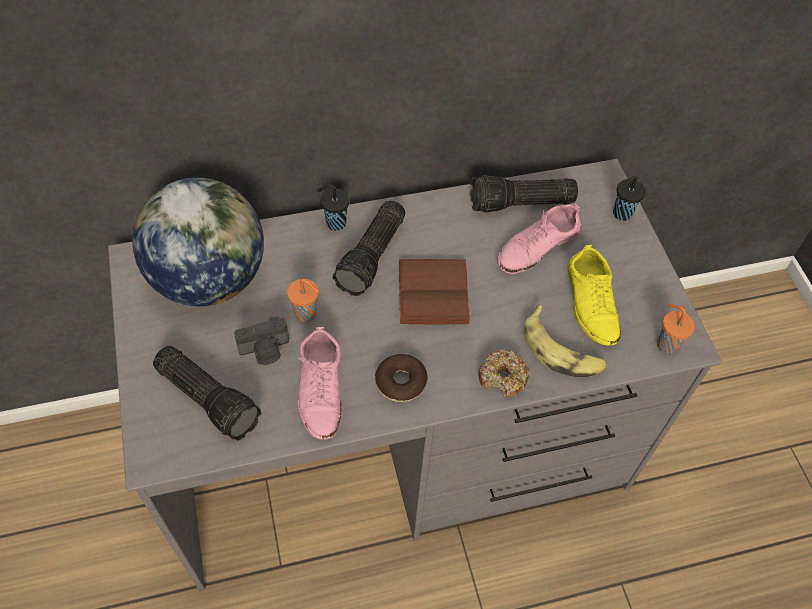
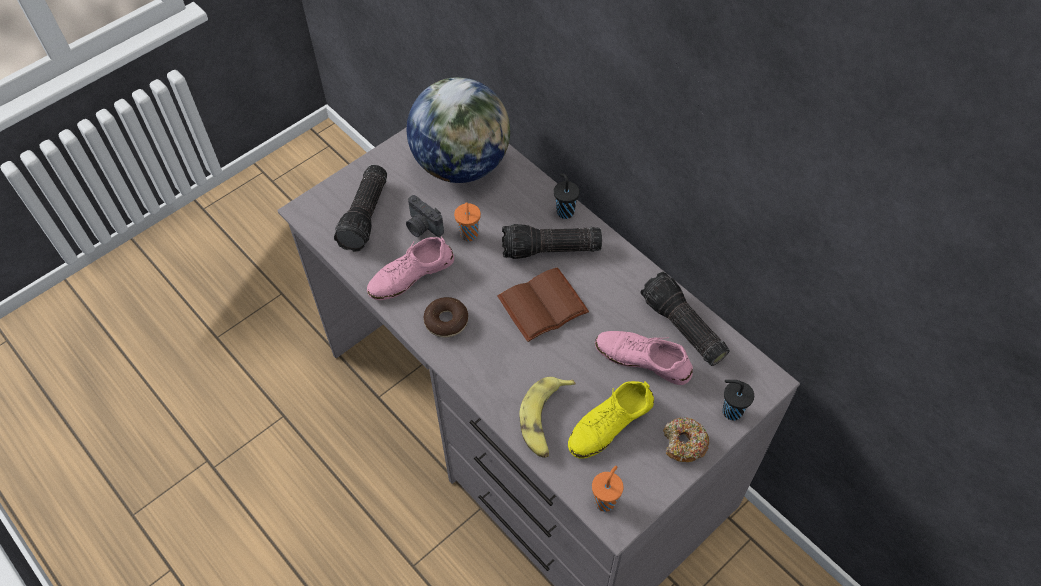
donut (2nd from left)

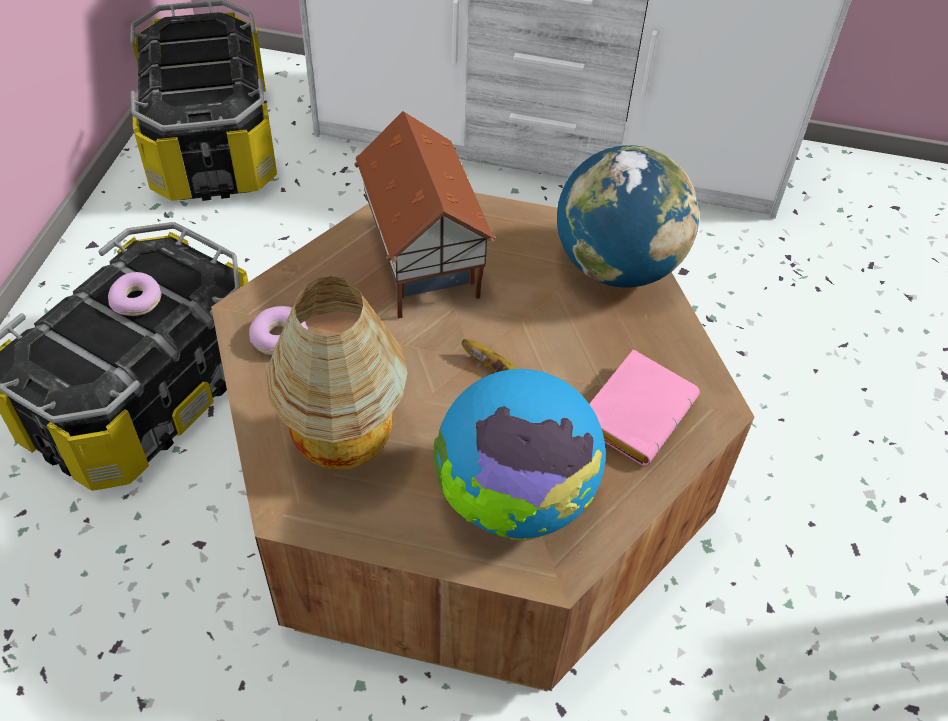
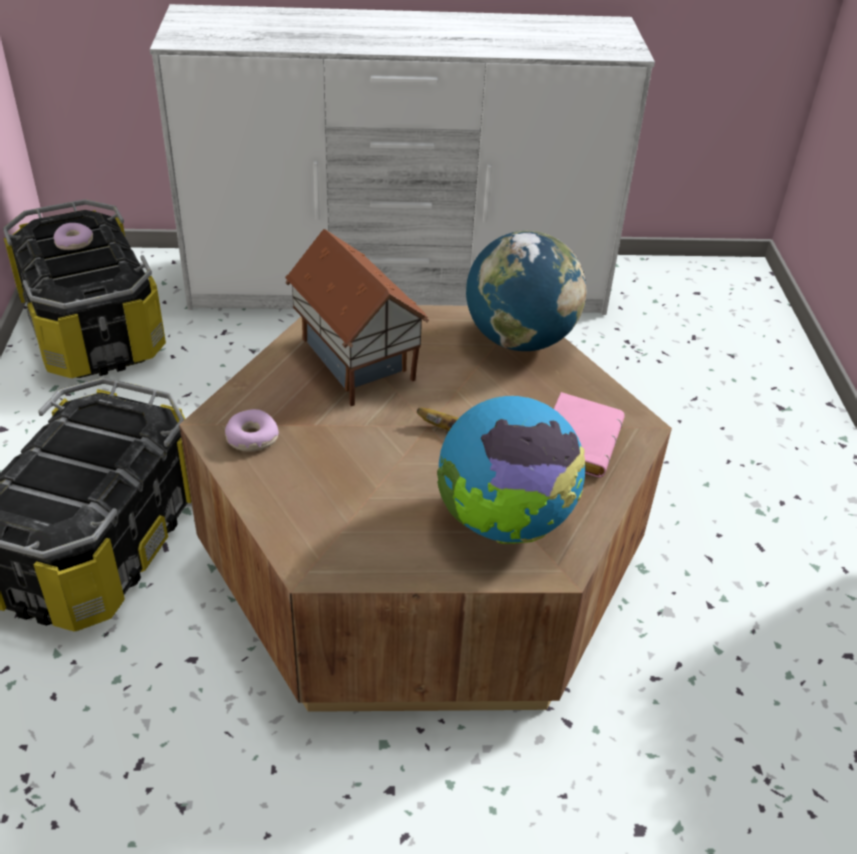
donut (1st from left)
table lamp

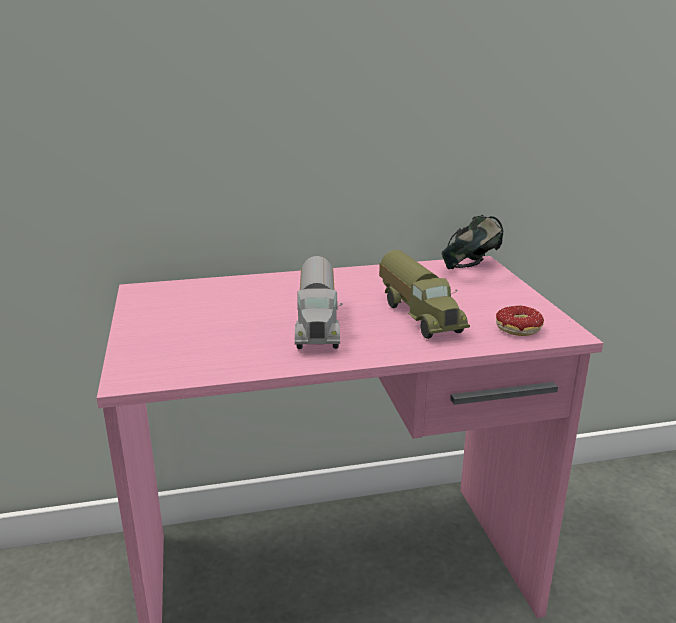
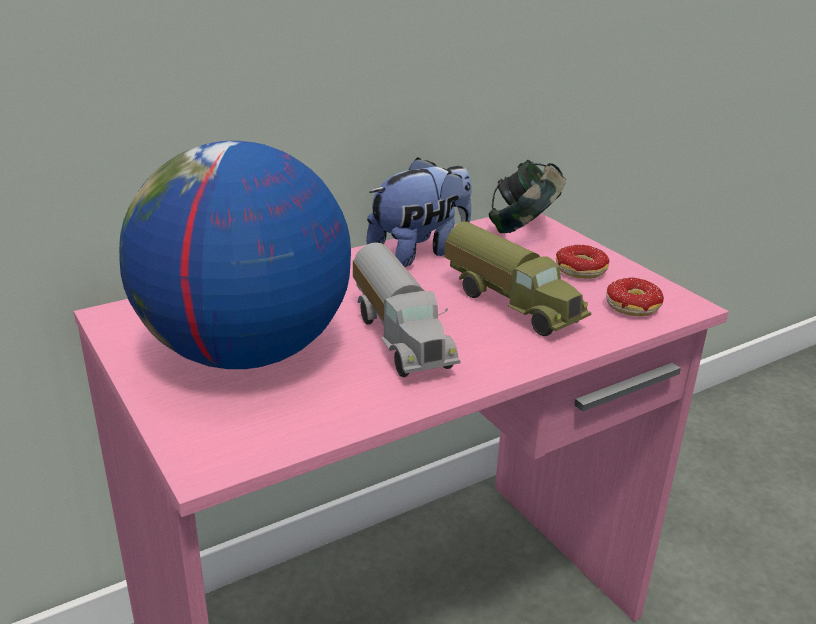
globe
plush toy
donut (1st from left)

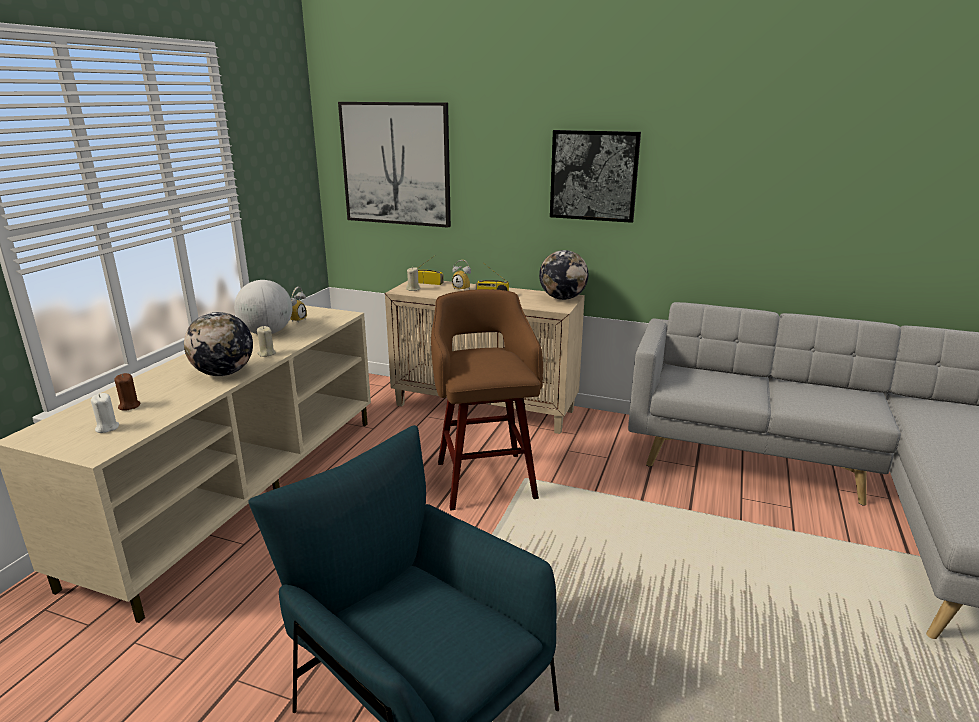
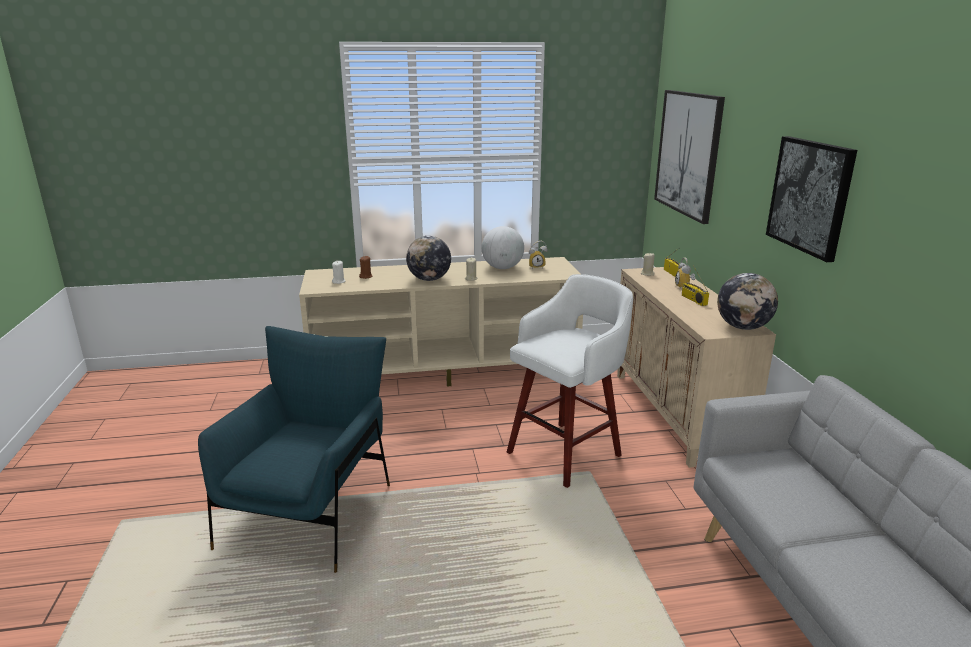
white stool

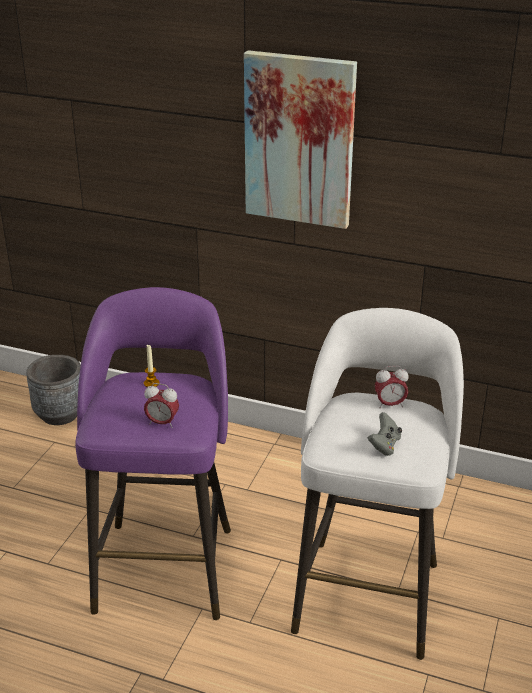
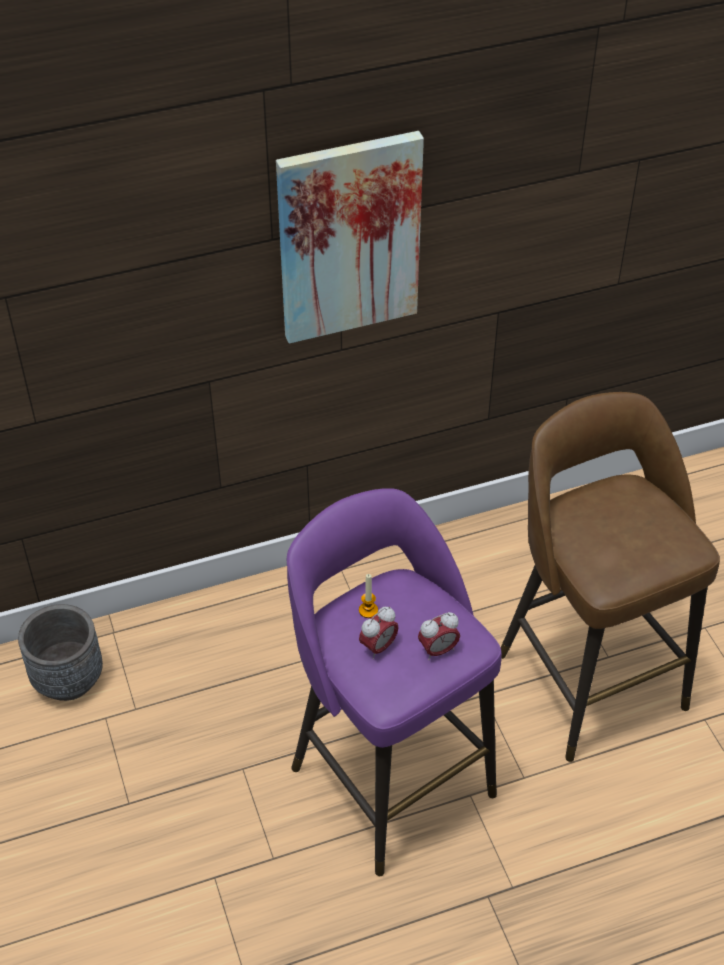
brown stool
grey game controller
alarm clock (1st from left)

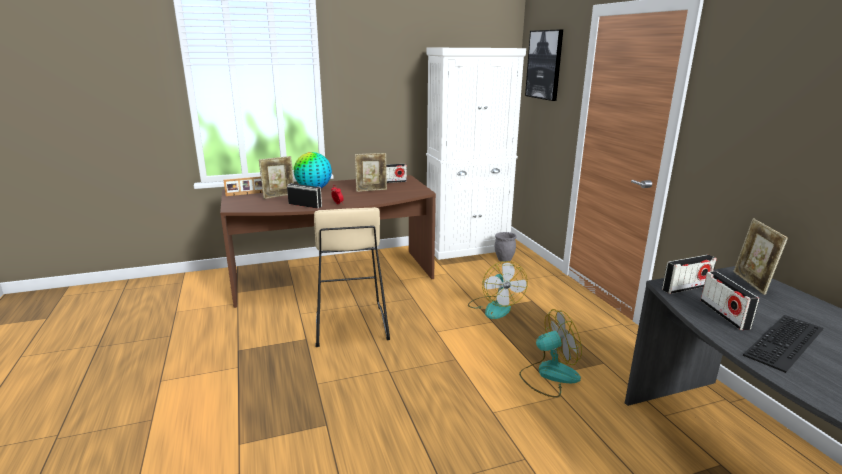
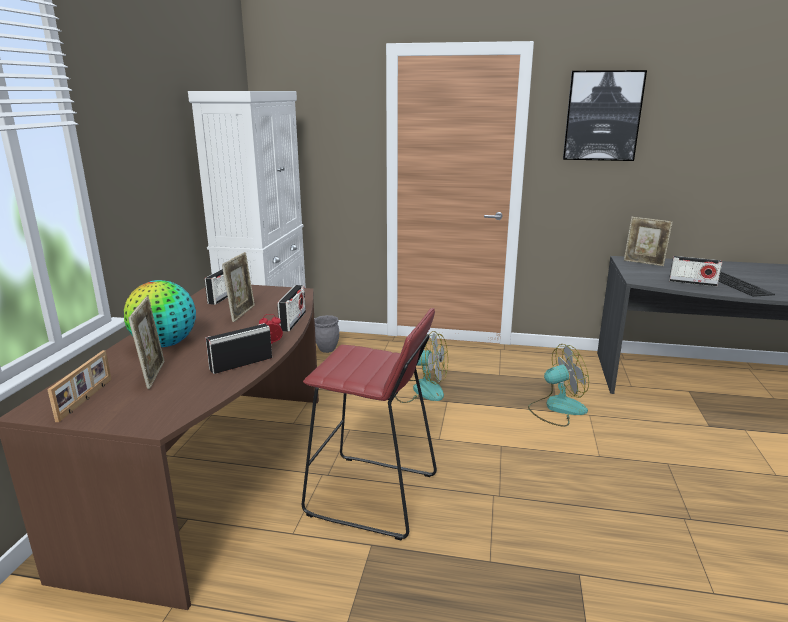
red stool
fan (2nd from left)
picture
radio (3rd from left)

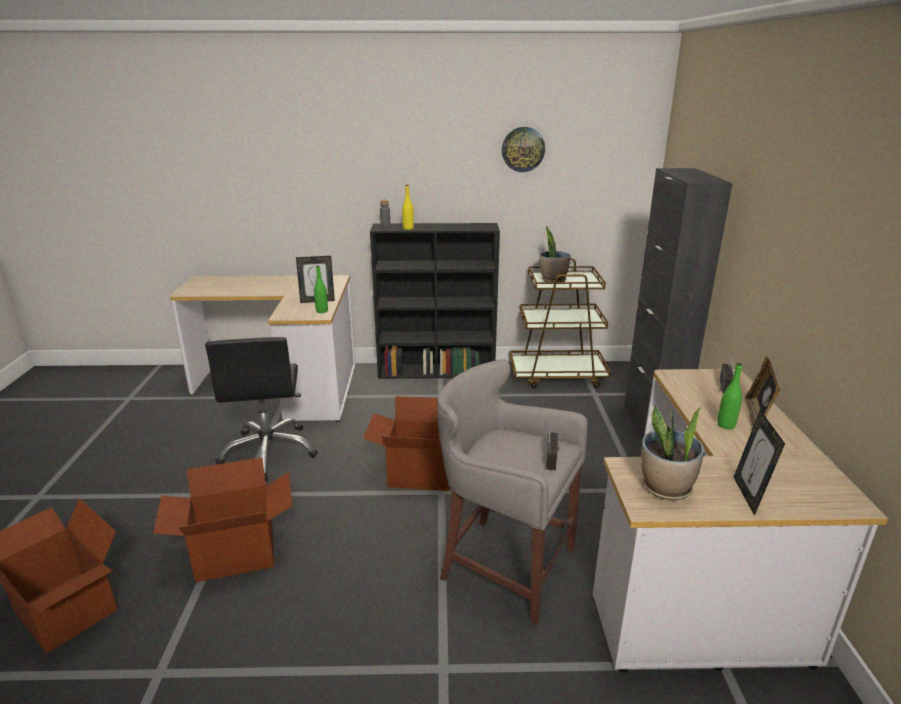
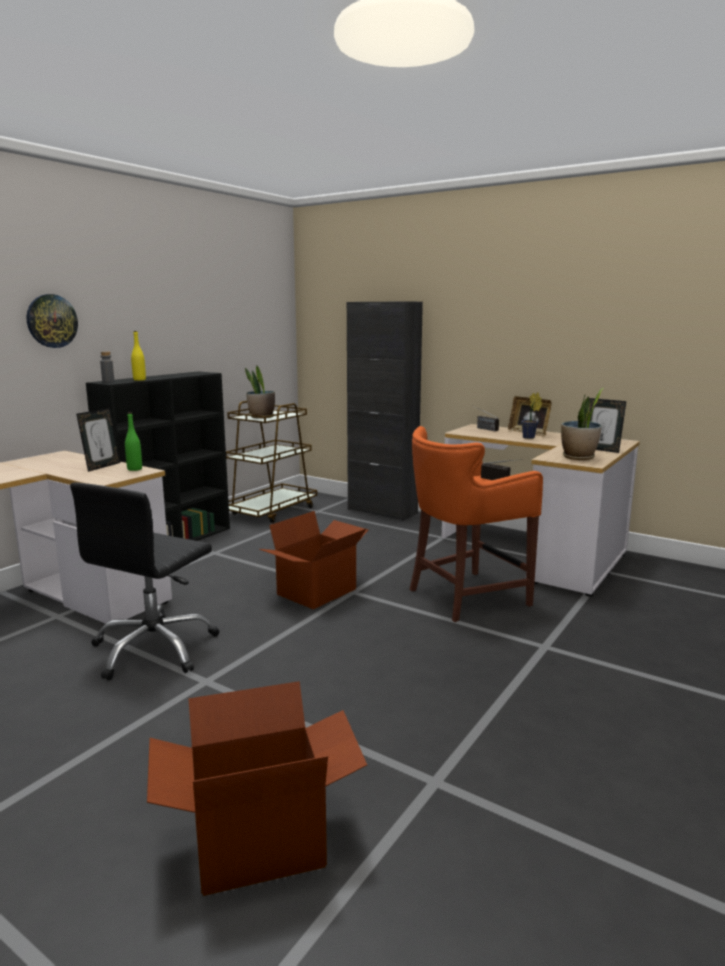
cardboard box (2nd from left in the first image)
black office chair
orange stool
wall clock
potted plant (2nd from left)

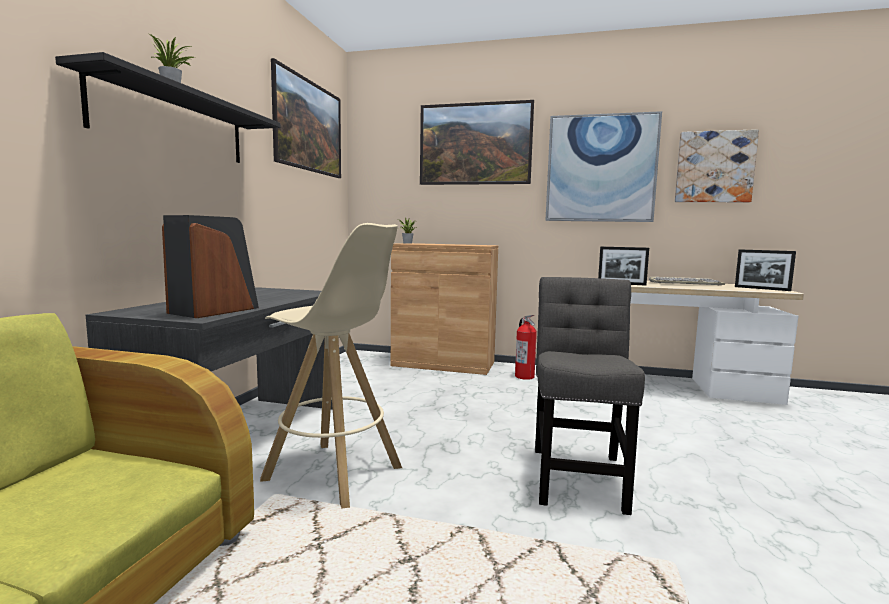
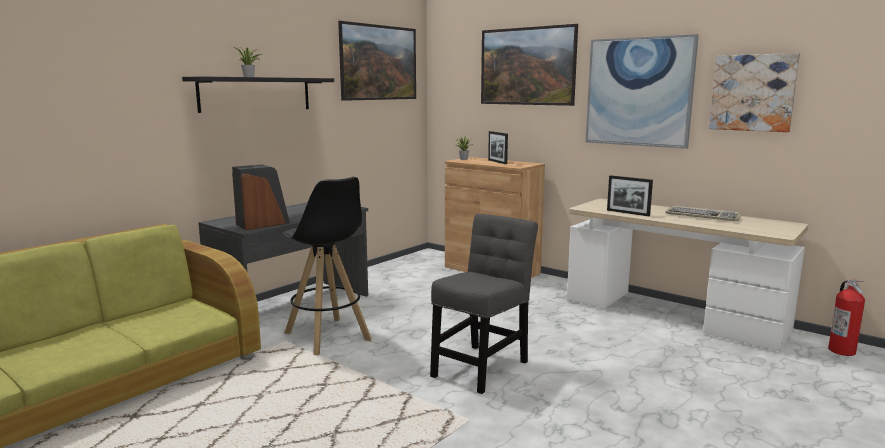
black stool
fire extinguisher
picture frame (1st from left)

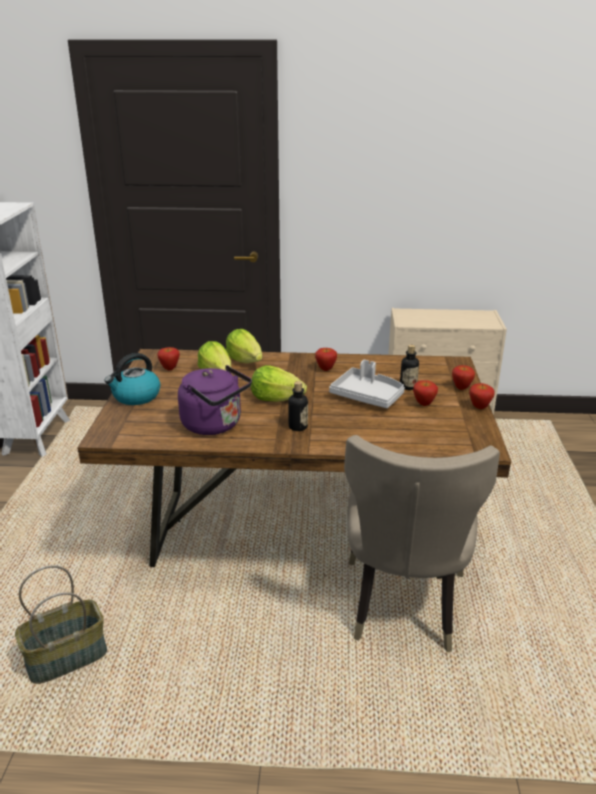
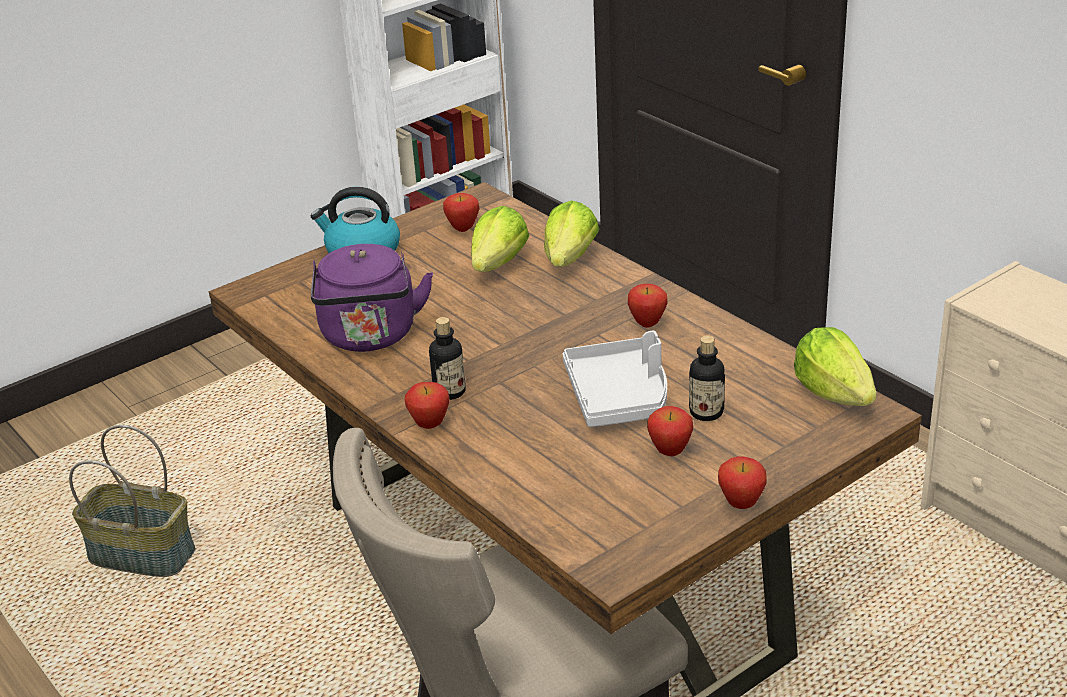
lettuce (3rd from left)
apple (1st from left)

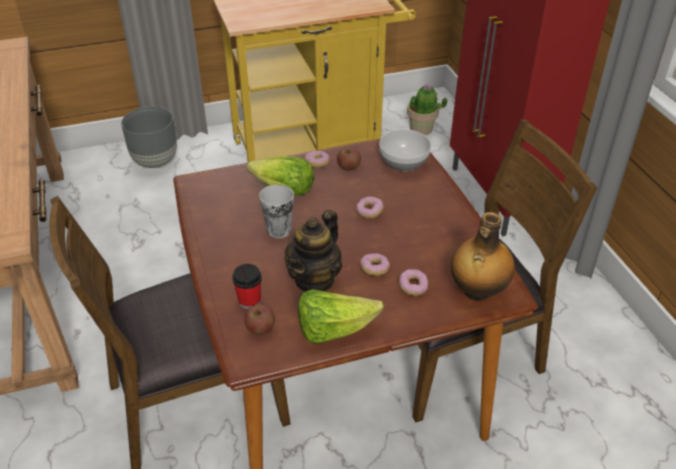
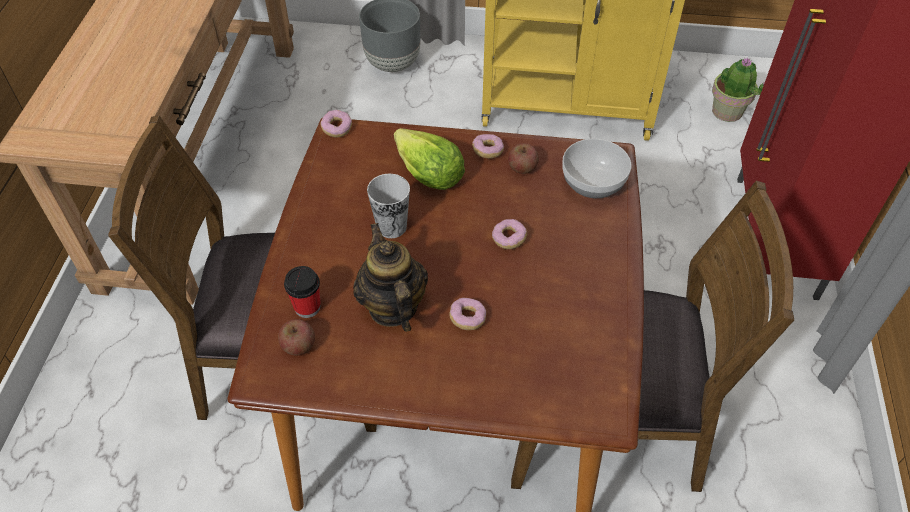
teapot
lettuce (2nd from left in the first image)
donut (1st from left)
bottle

